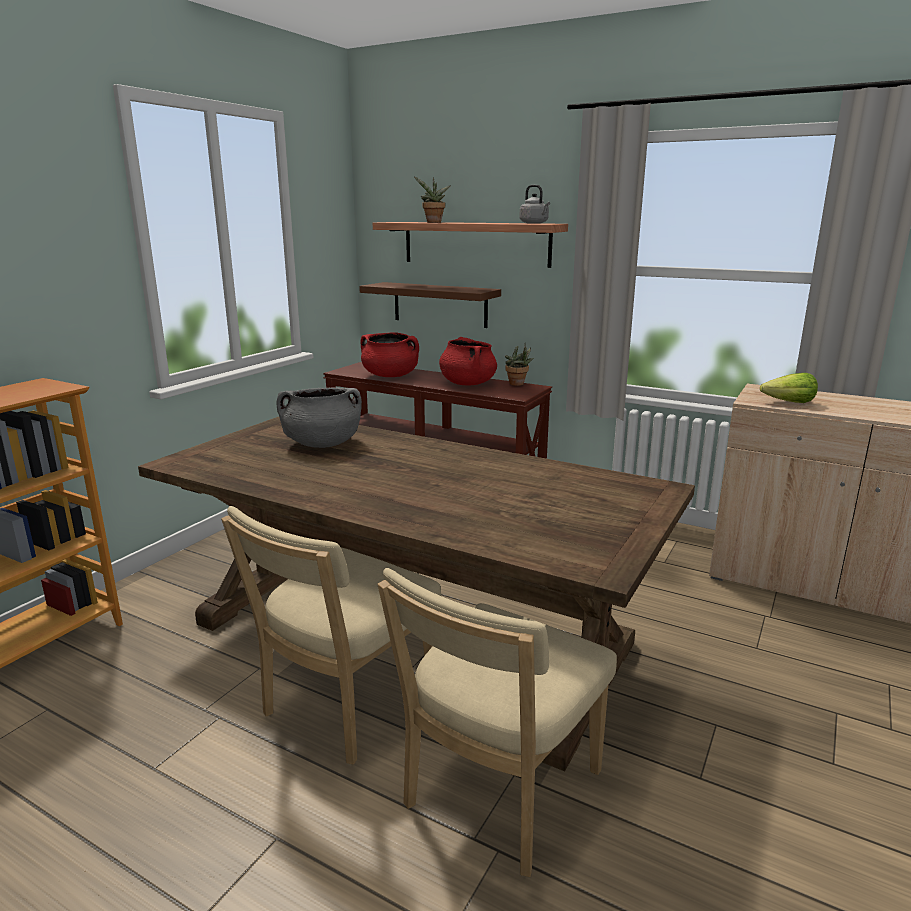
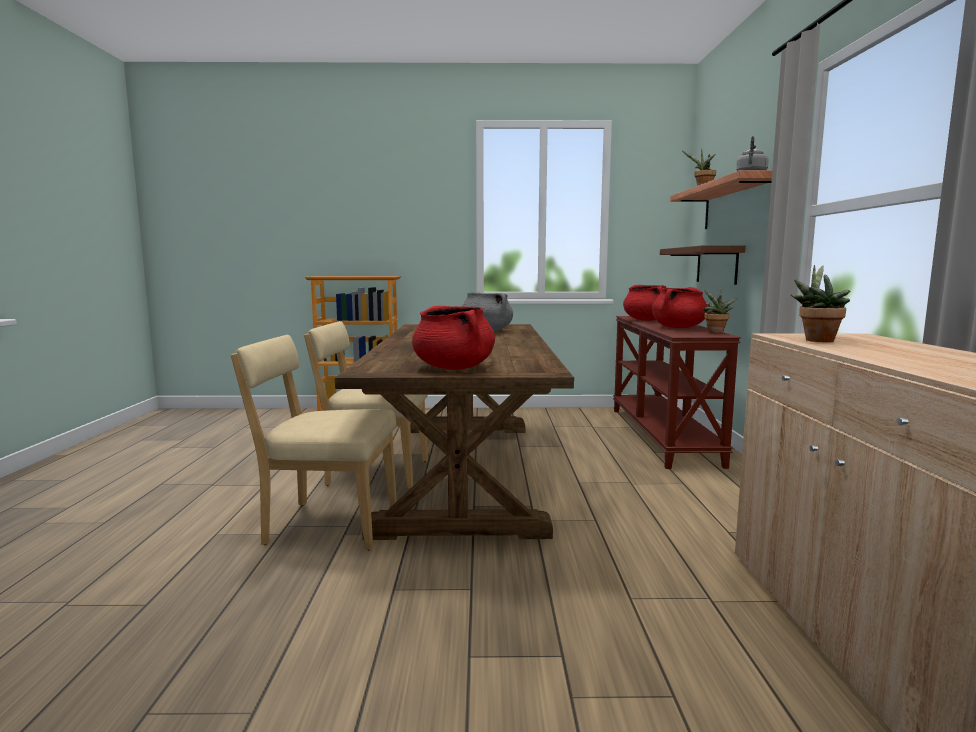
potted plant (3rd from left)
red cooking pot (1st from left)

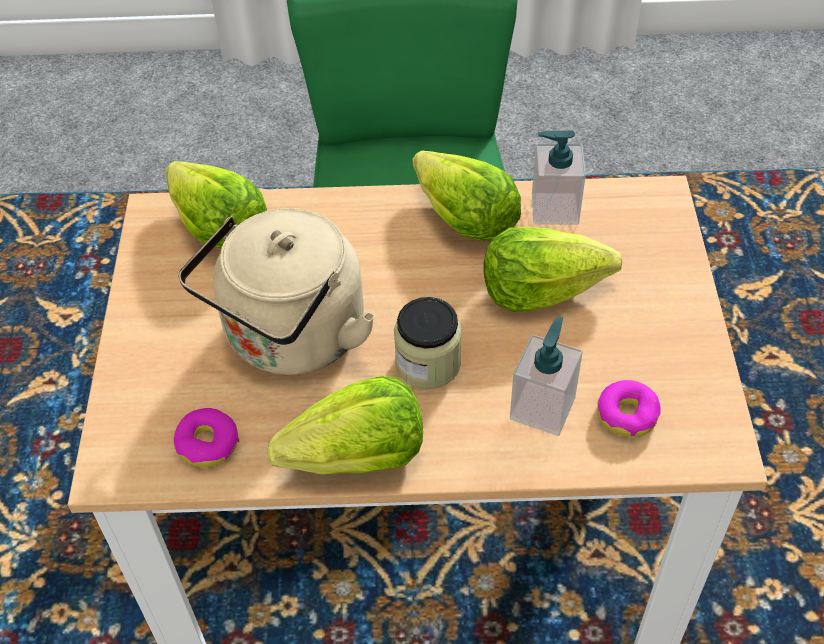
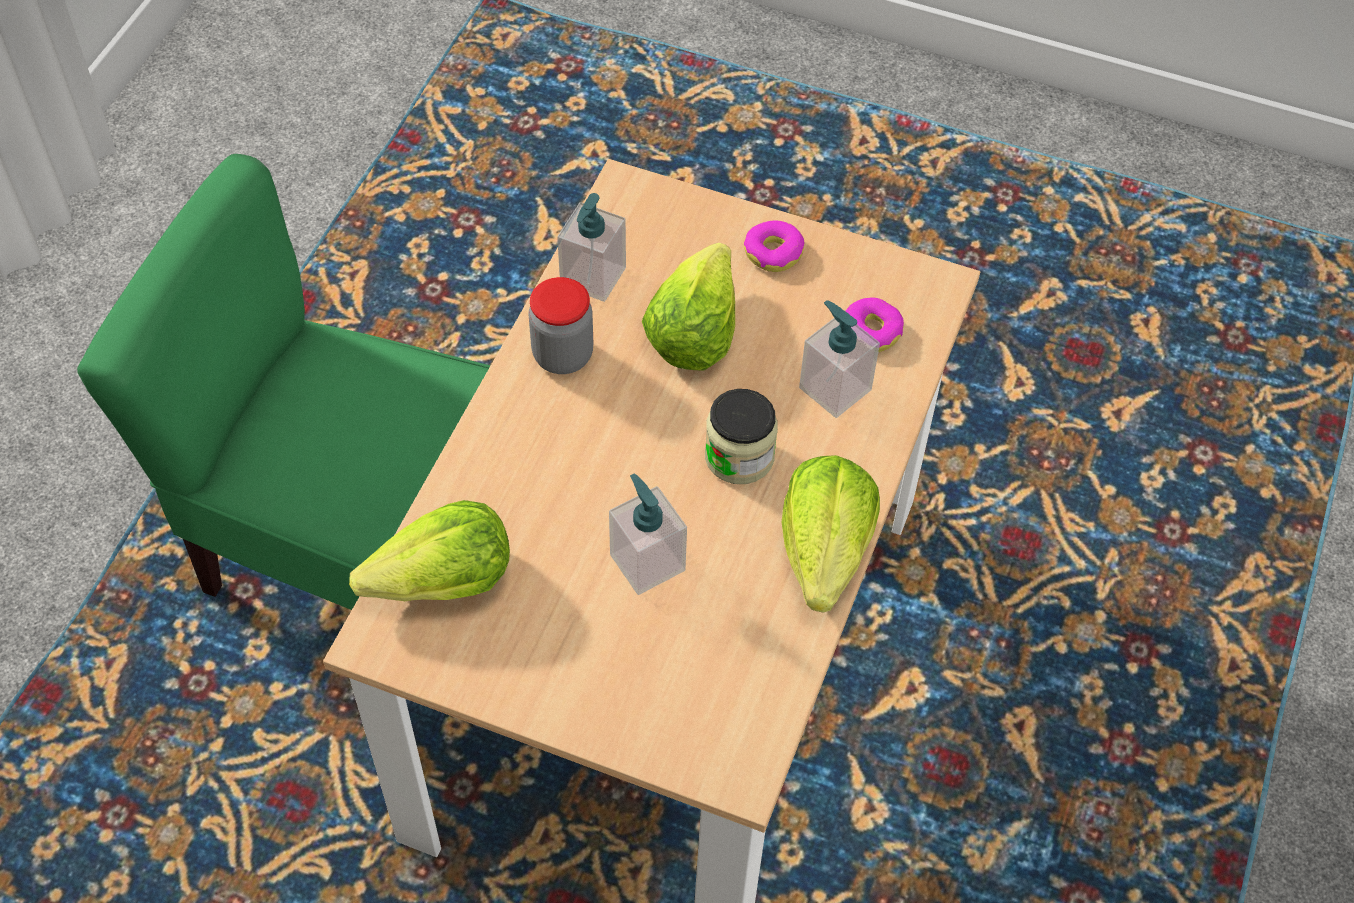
donut (1st from left)
soap dispenser (2nd from left)
jar (1st from left)

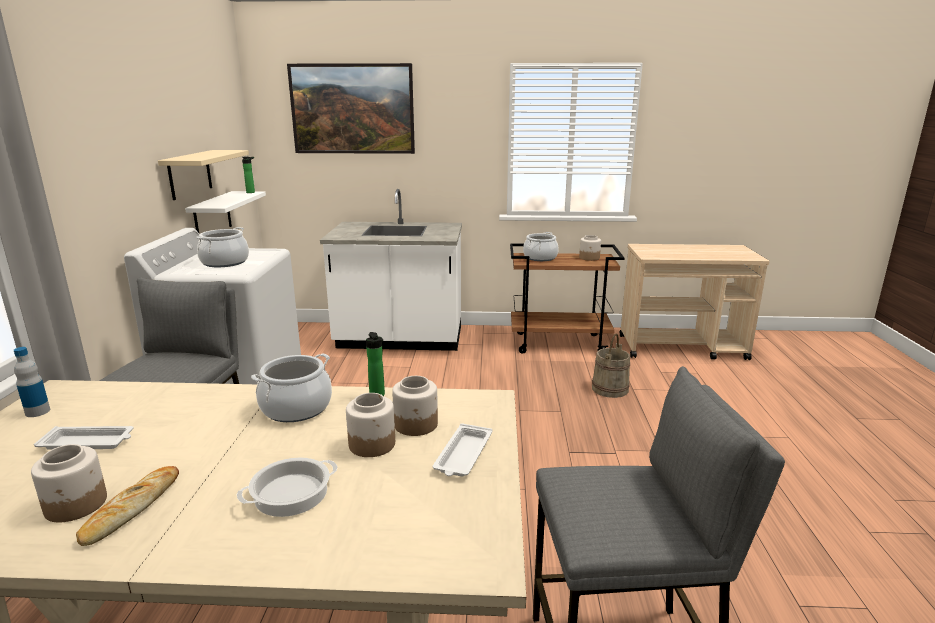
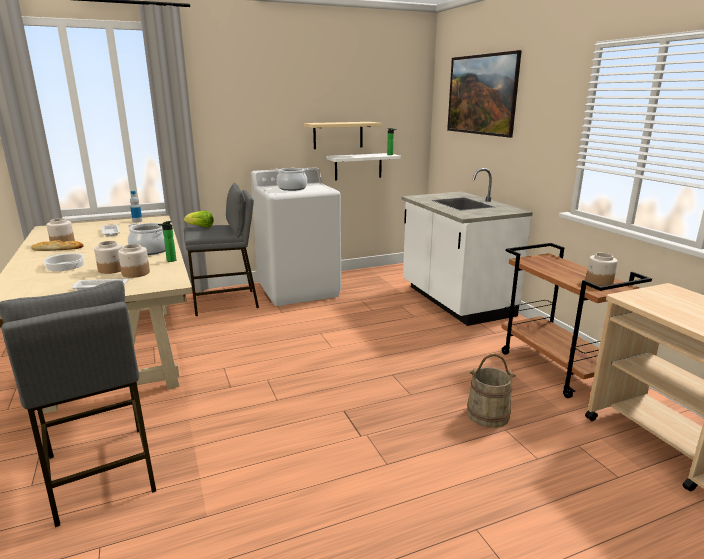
cooking pot (4th from left in the first image)
lettuce

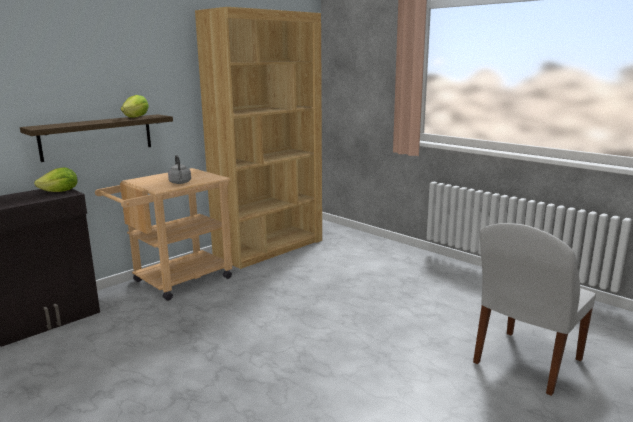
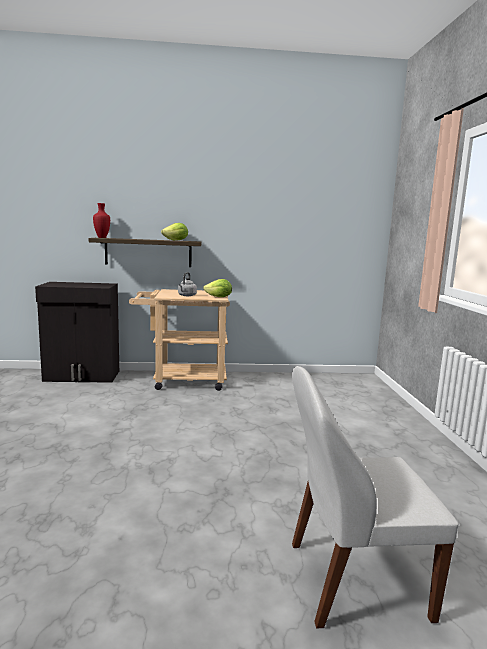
lettuce (2nd from left)
brown bookcase
red vase

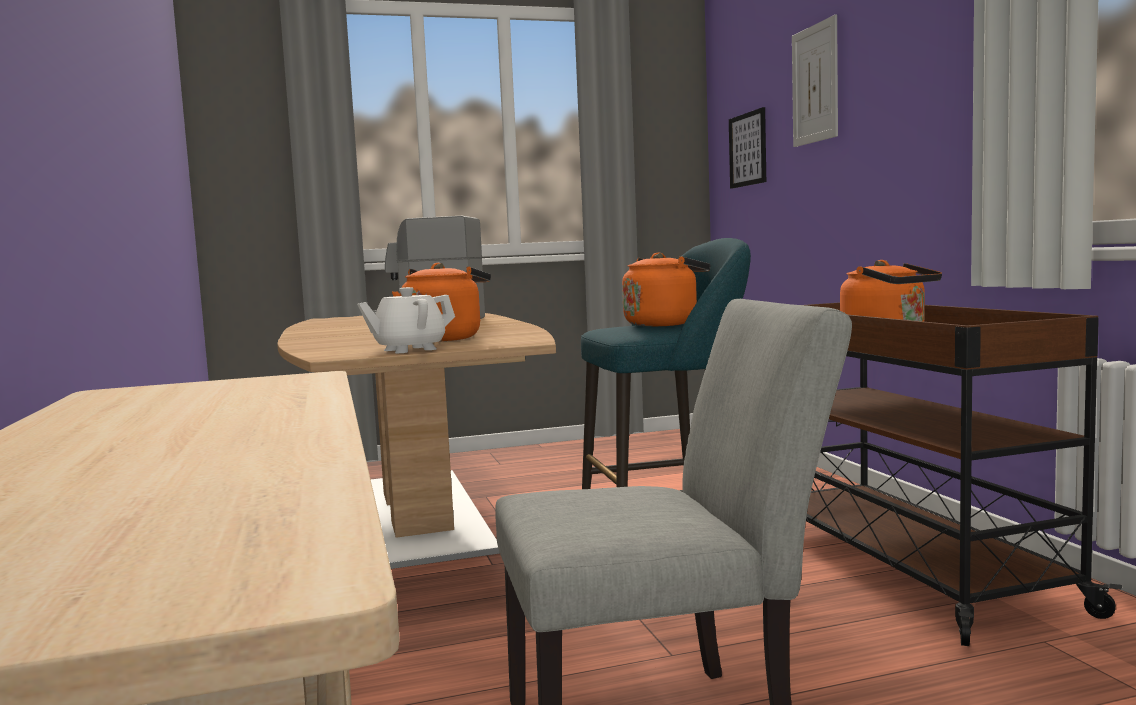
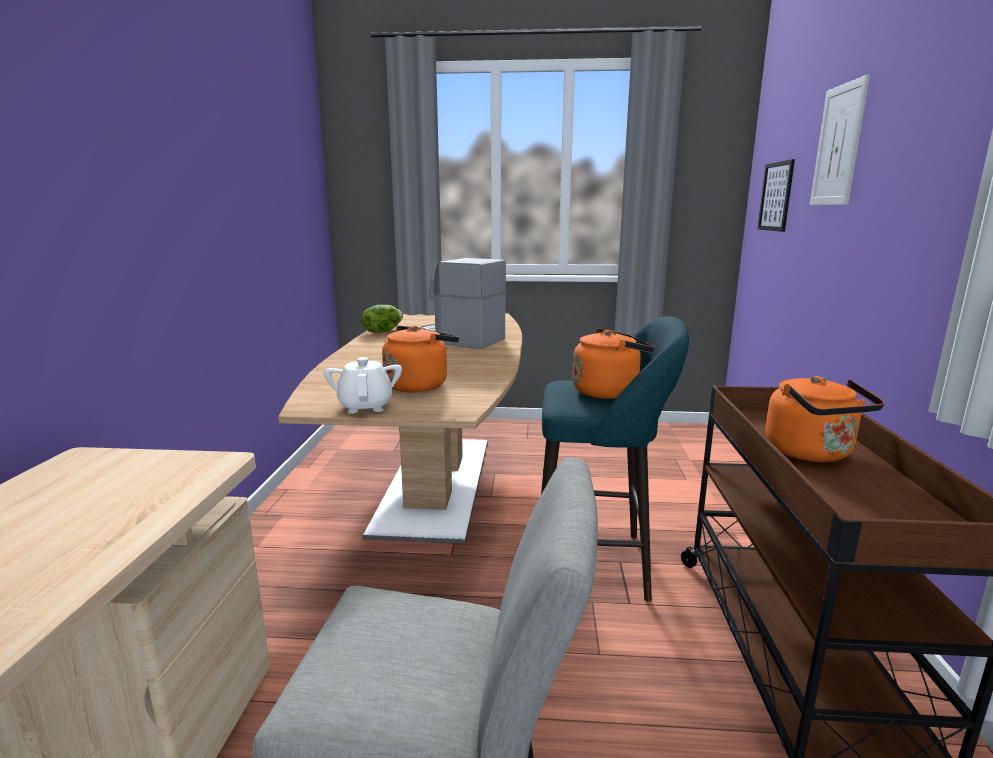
white teapot
lettuce

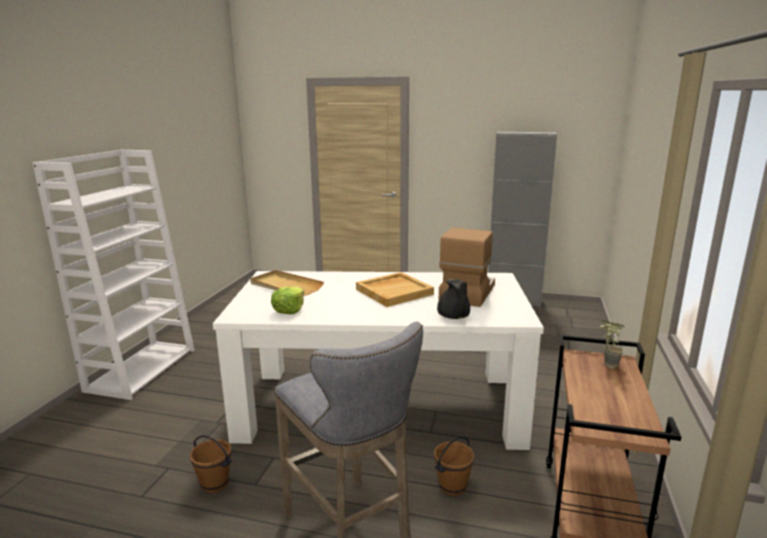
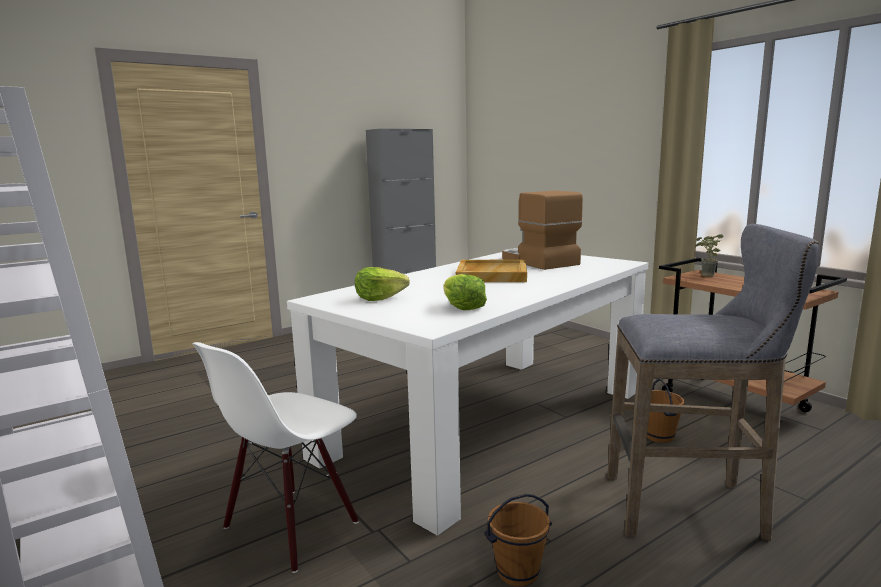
lettuce (1st from left)
black teapot
white chair

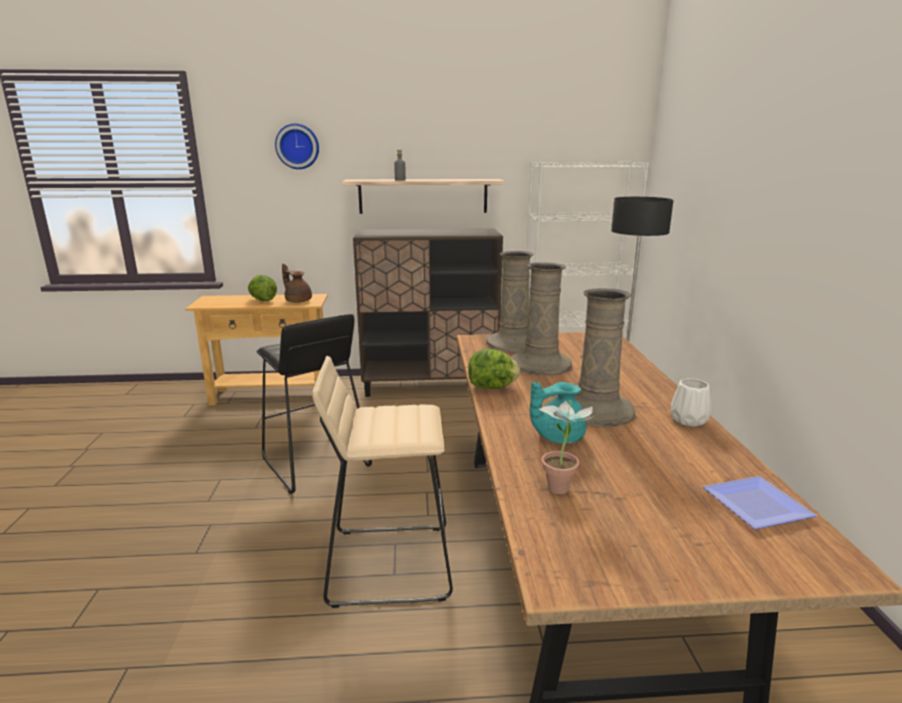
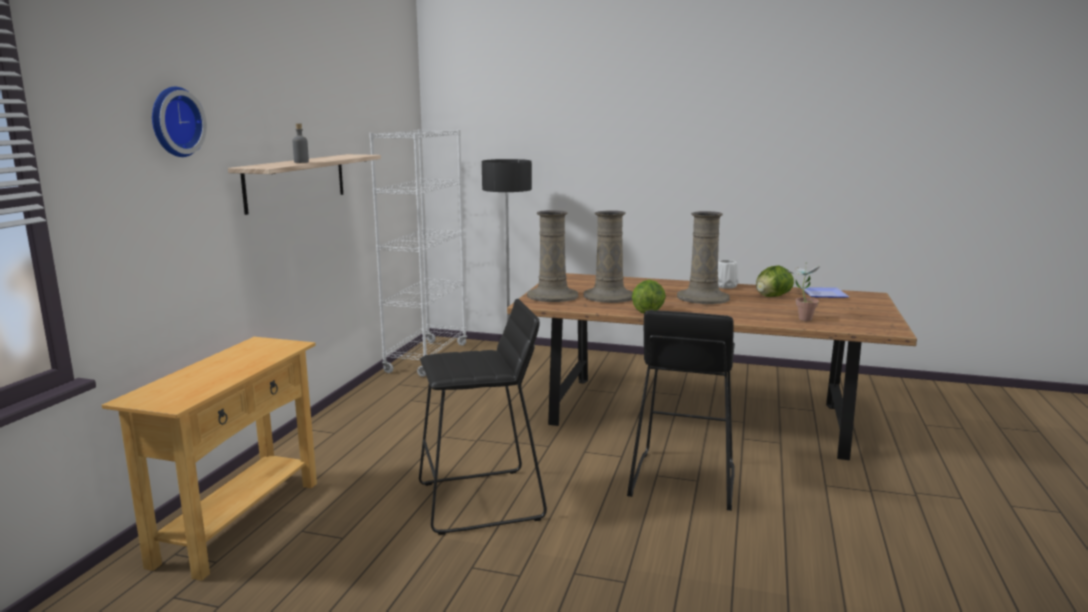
lettuce (2nd from left)
brown teapot
black stool (2nd from left)
brown cabinet
turquoise teapot

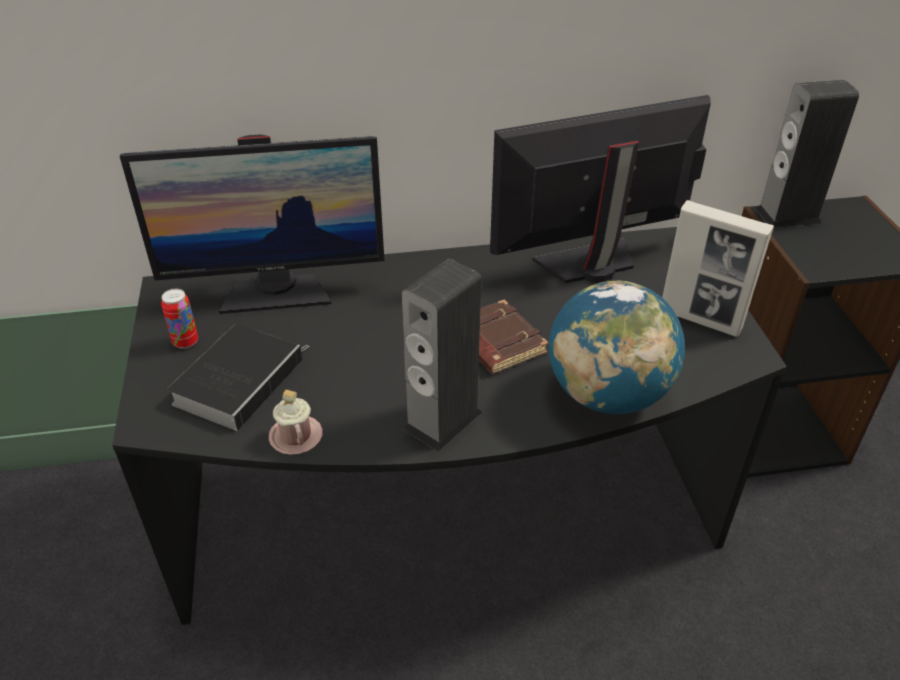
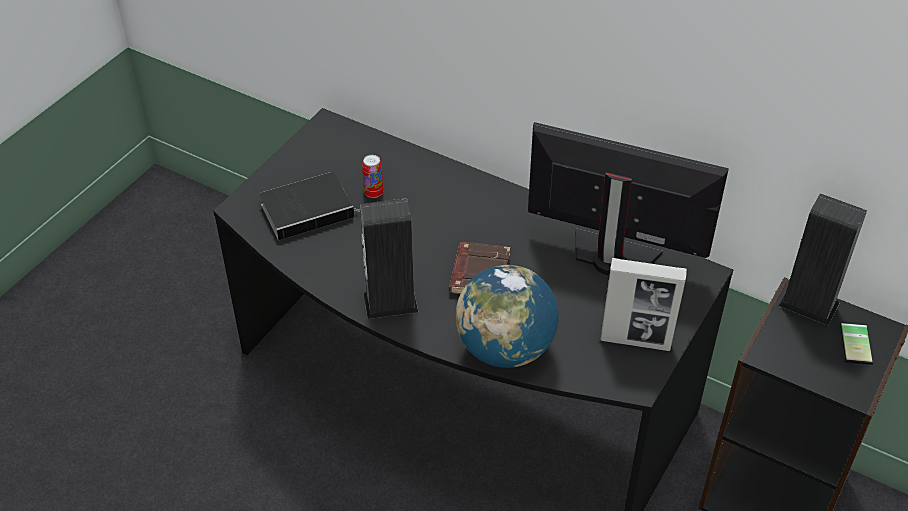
monitor (1st from left in the first image)
can
pink mug
picture frame
phone

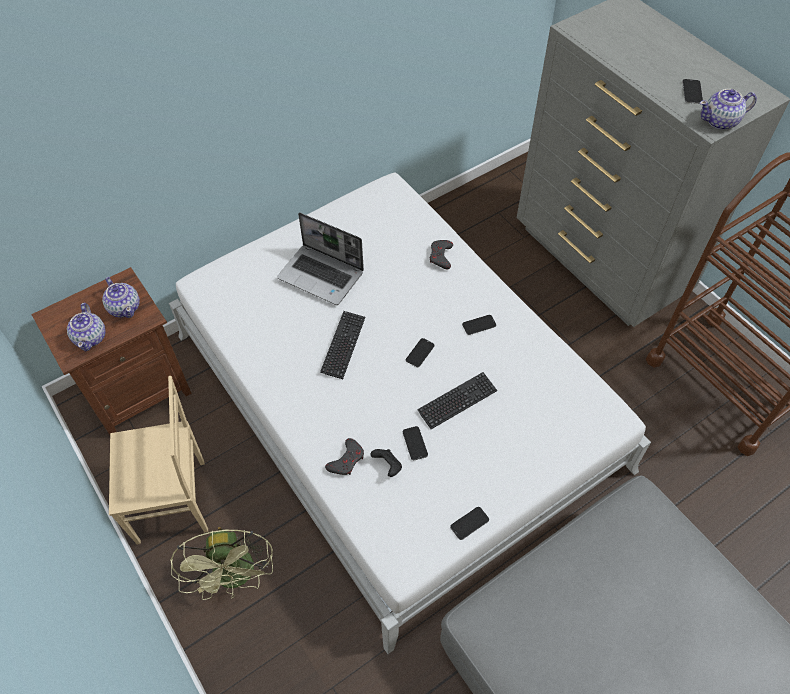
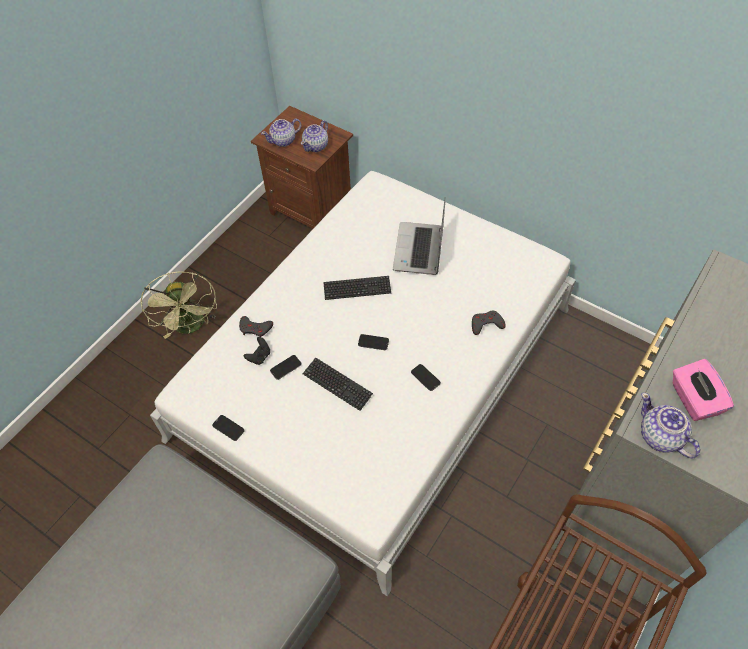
beige chair
green fan
pink tissue box

